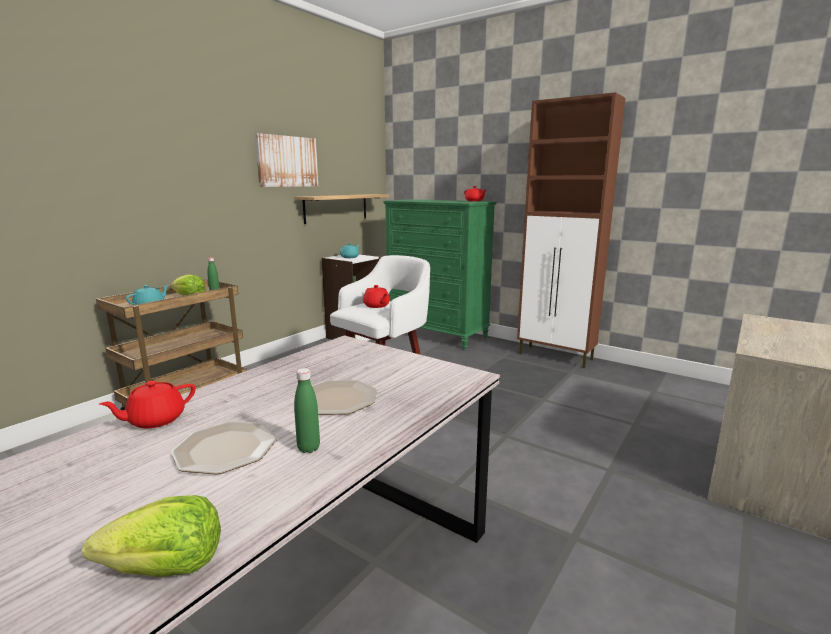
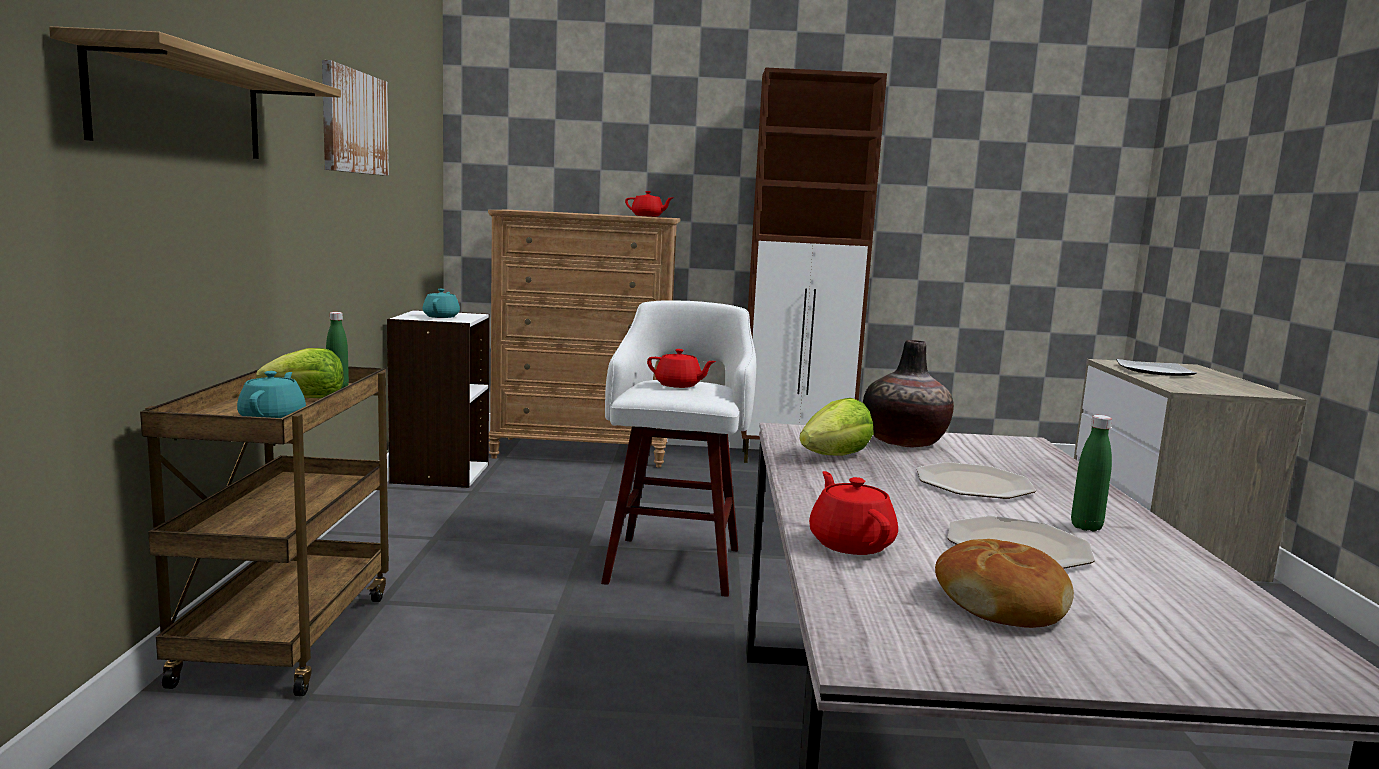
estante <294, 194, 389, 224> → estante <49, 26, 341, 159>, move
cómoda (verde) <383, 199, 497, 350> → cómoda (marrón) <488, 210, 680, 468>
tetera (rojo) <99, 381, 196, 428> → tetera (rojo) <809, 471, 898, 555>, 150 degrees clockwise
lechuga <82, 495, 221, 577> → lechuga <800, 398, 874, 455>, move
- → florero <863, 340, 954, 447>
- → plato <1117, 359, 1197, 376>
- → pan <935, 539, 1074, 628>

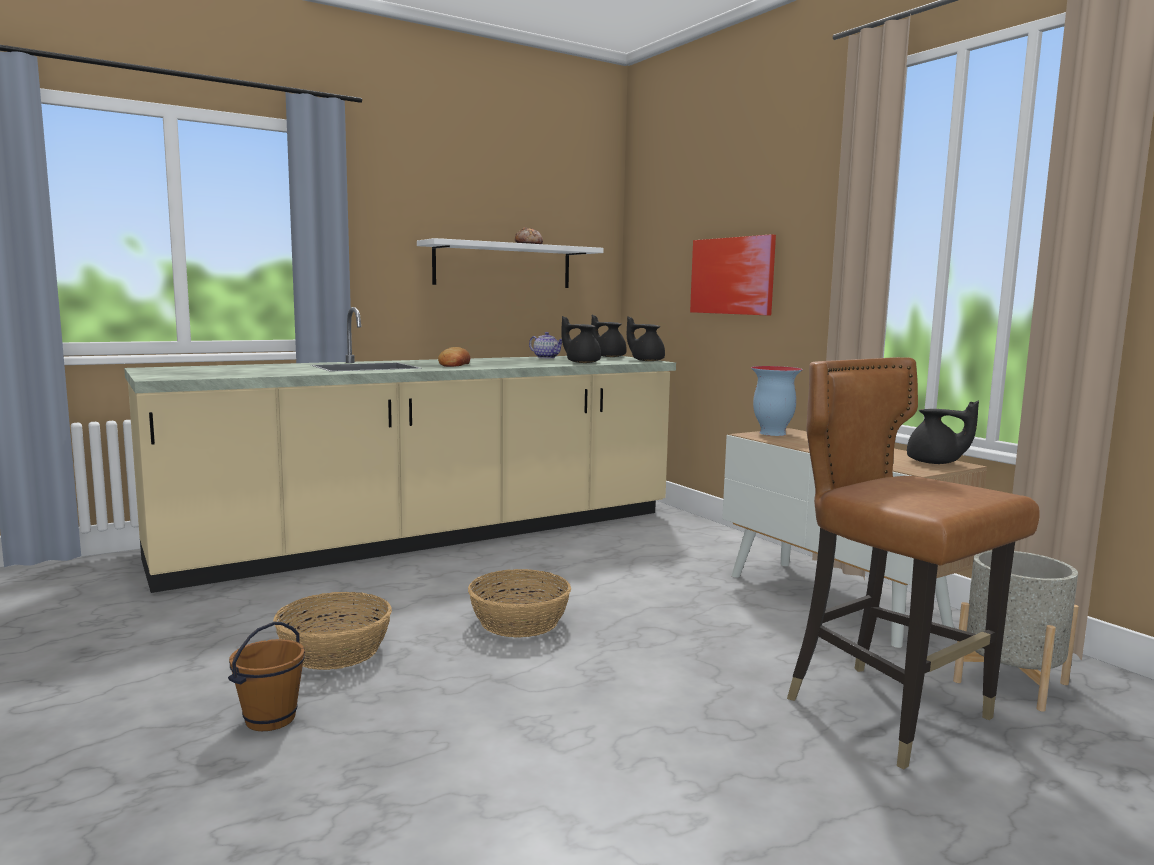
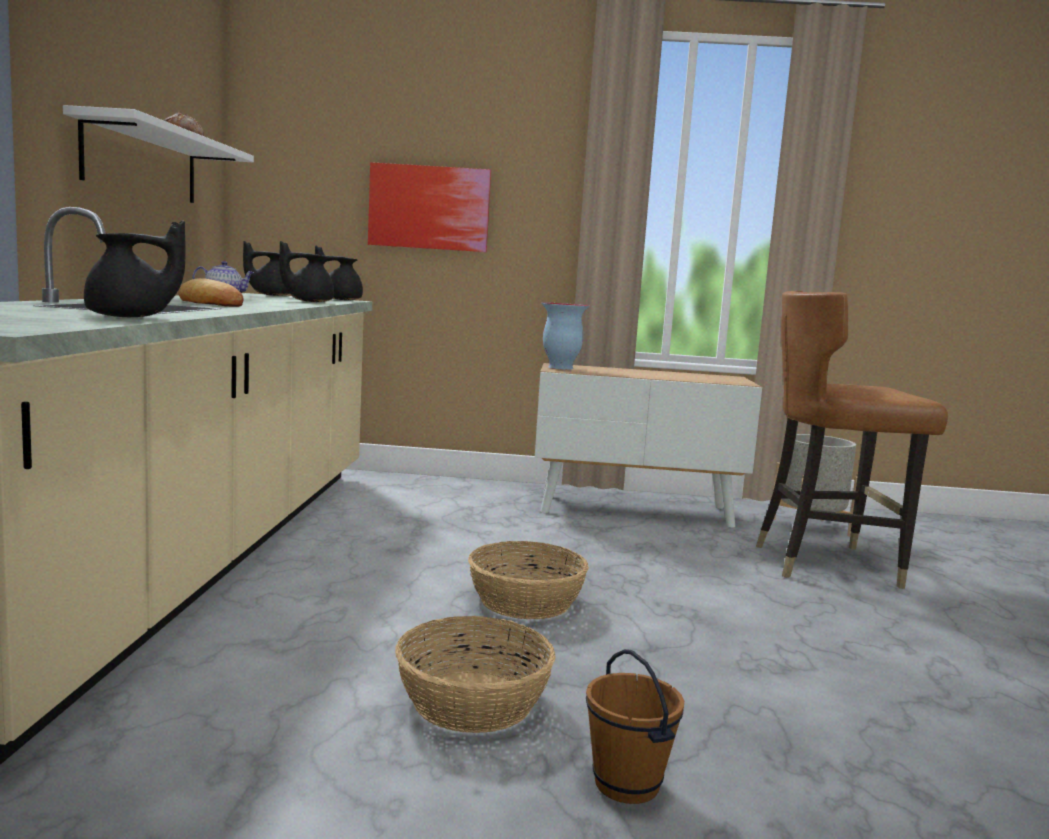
tetera (negro) <907, 401, 979, 464> → tetera (negro) <84, 220, 186, 317>, move

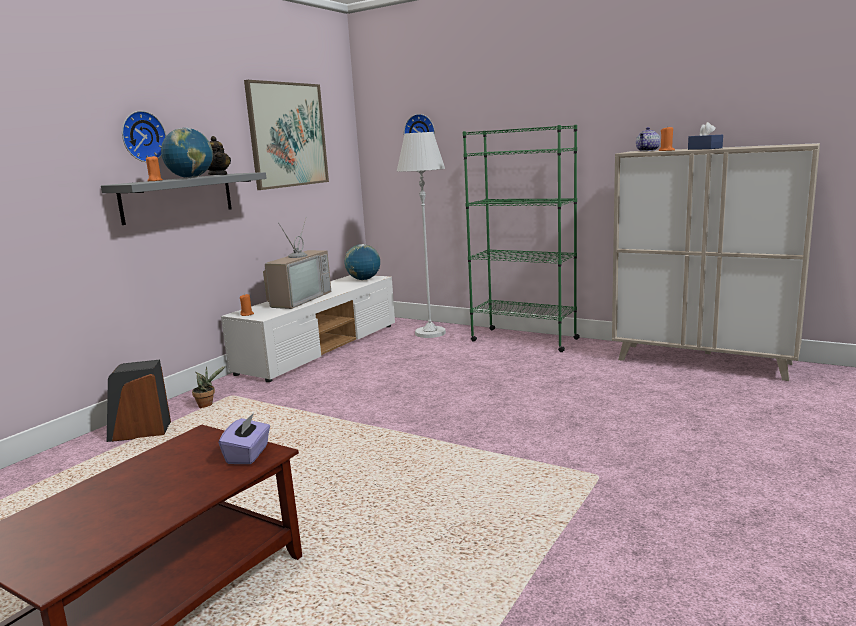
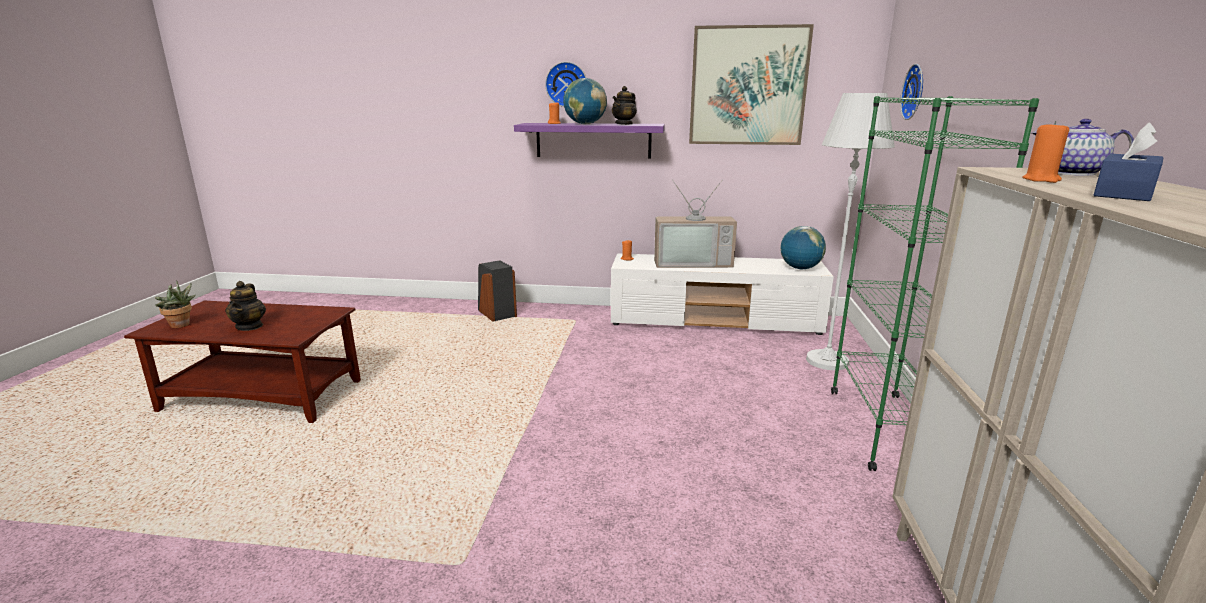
estante (gris) <101, 172, 267, 225> → estante (morado) <514, 123, 665, 158>
planta en maceta <192, 366, 226, 408> → planta en maceta <155, 280, 196, 328>, move
caja de pañuelos (morado) <219, 413, 270, 464> → -
- → tetera <225, 281, 266, 331>

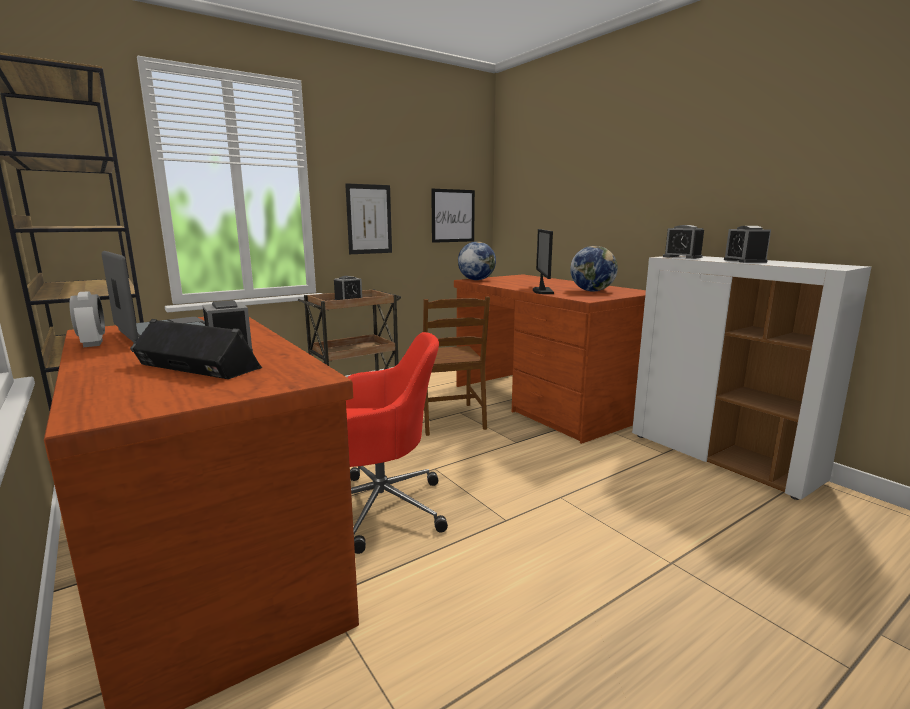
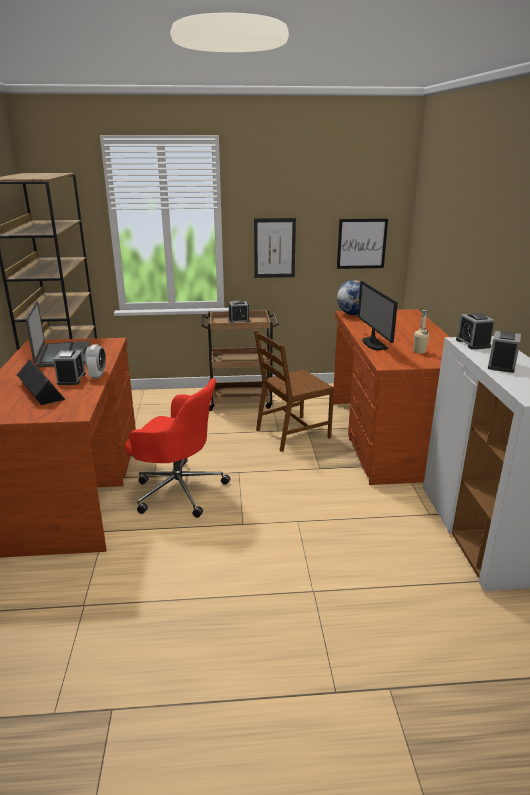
monitor <533, 229, 554, 294> → monitor <358, 281, 398, 350>, 45 degrees counterclockwise
globo terráqueo <570, 246, 618, 292> → botella (beis) <414, 310, 429, 354>
despertador <69, 291, 105, 347> → despertador <85, 345, 106, 379>, move
silla (marrón) <423, 297, 490, 436> → silla (marrón) <254, 330, 334, 452>, 45 degrees clockwise

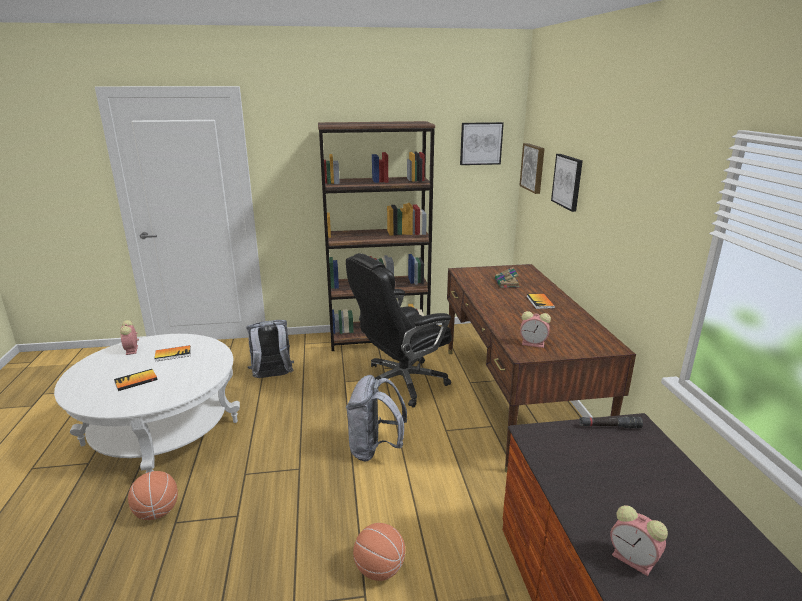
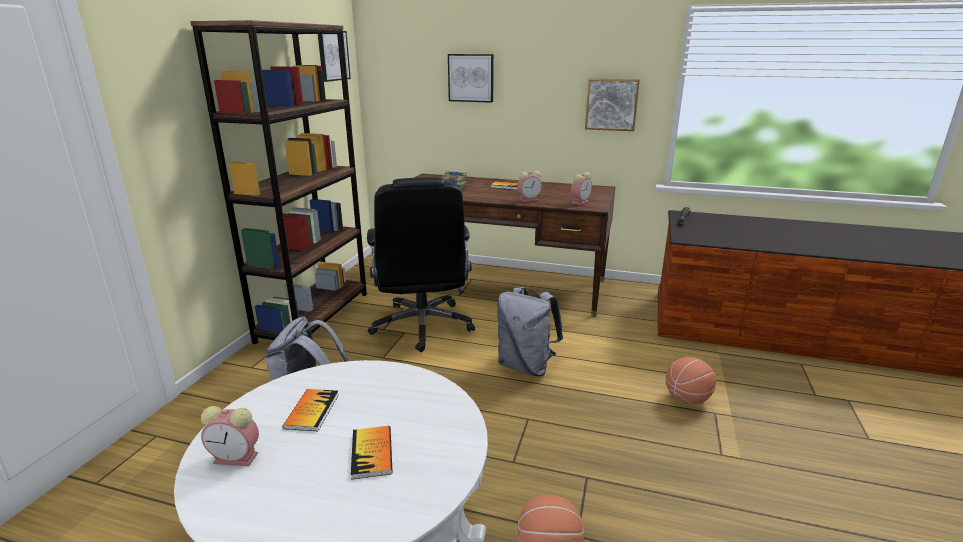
cuadro <519, 143, 545, 194> → cuadro <585, 79, 640, 131>, move
despertador <610, 505, 668, 576> → despertador <517, 171, 542, 202>, move

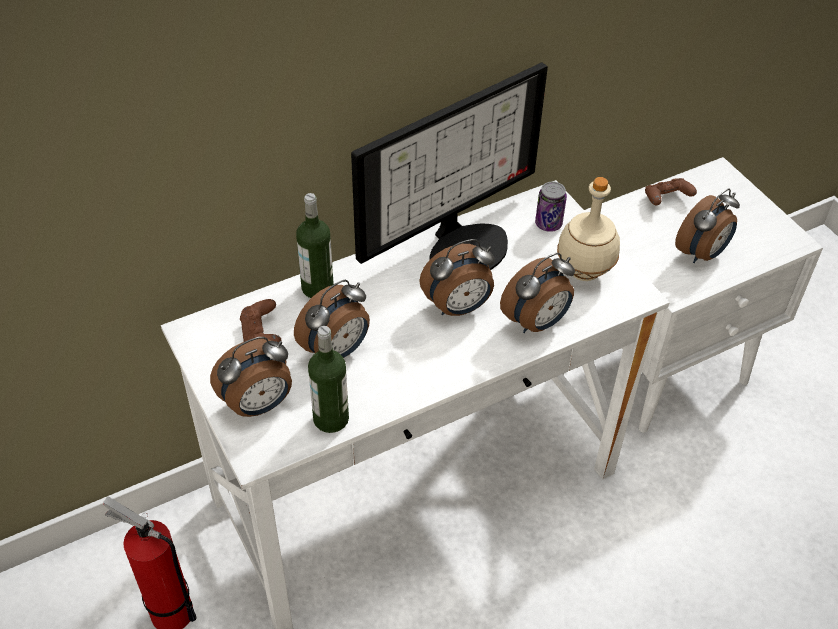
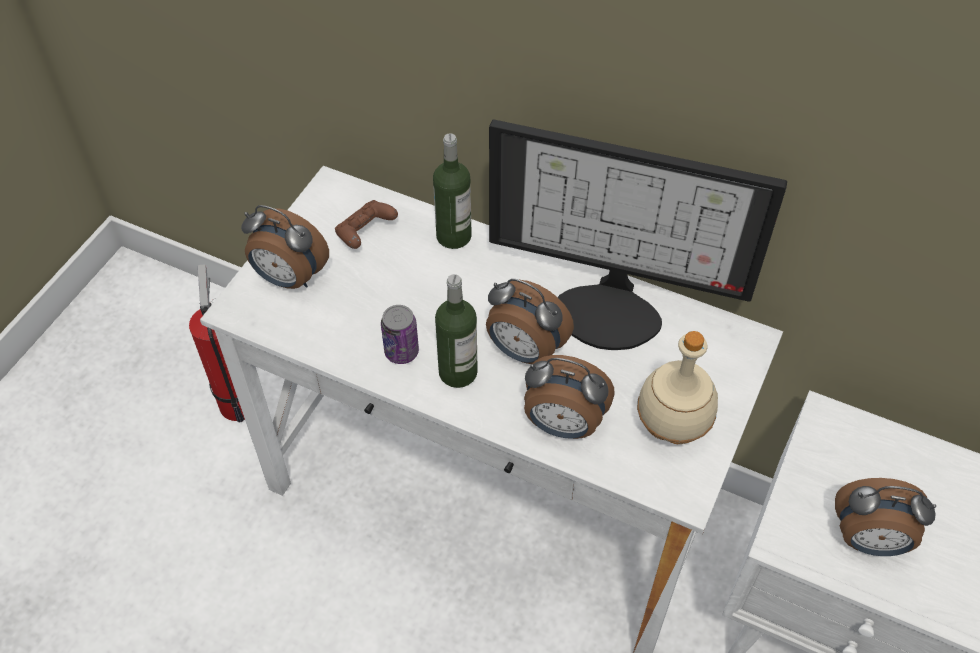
mando de consola (marrón) <645, 178, 697, 206> → -
lata <535, 181, 567, 232> → lata <381, 305, 419, 364>, move
despertador <294, 280, 370, 358> → -
botella <308, 326, 349, 433> → botella <435, 274, 478, 388>, move

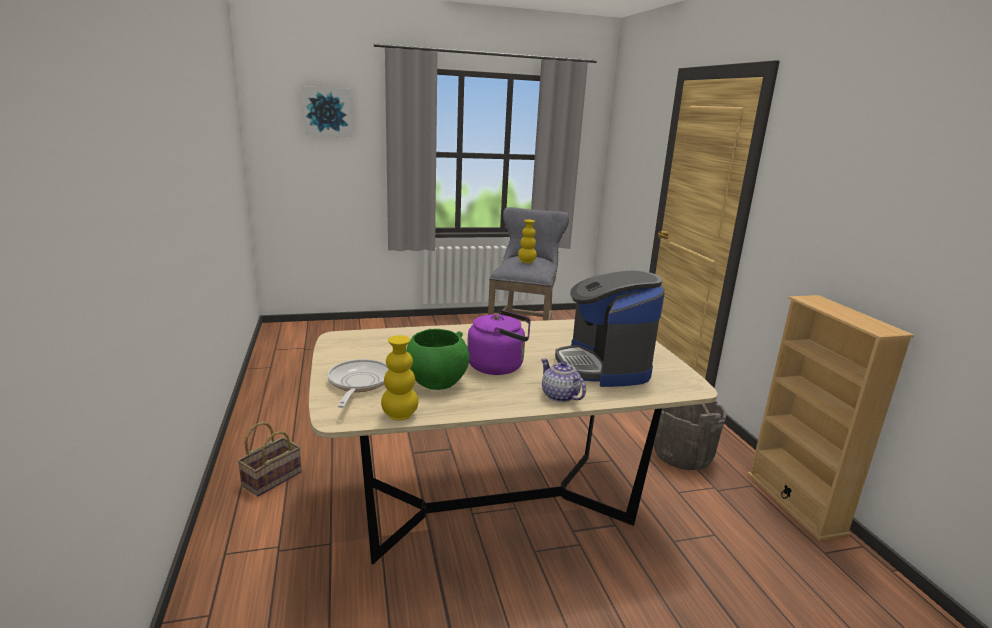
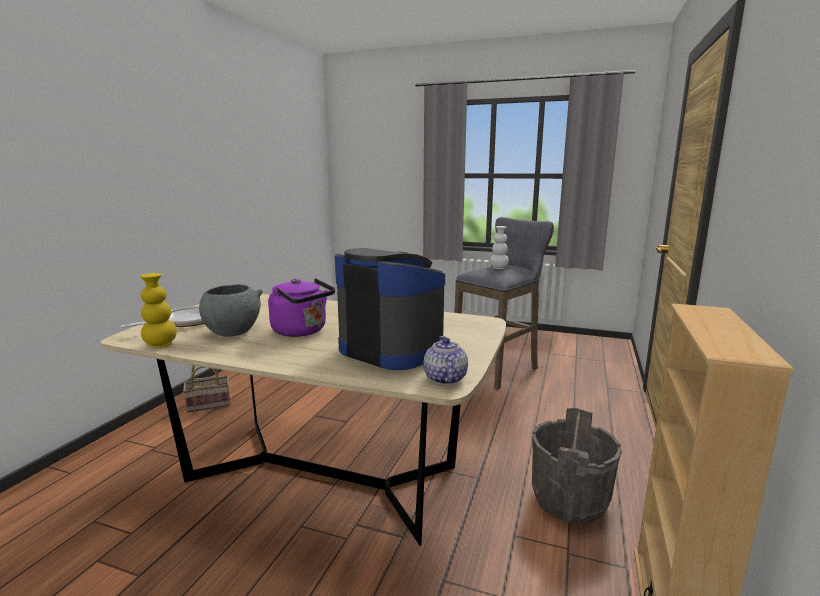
cuadro <302, 86, 352, 137> → -
florero (amarillo) <518, 220, 537, 263> → florero (blanco) <490, 226, 509, 269>
cafetera <555, 270, 665, 387> → cafetera <335, 248, 445, 370>, 105 degrees clockwise
cuenco (verde) <406, 329, 470, 390> → cuenco (gris) <199, 284, 263, 337>
tetera <541, 358, 586, 402> → tetera <423, 336, 468, 385>, move

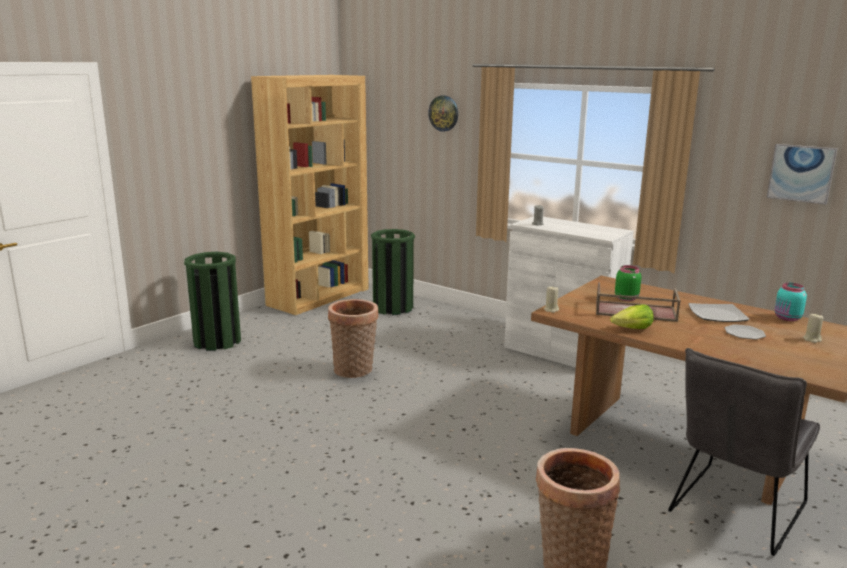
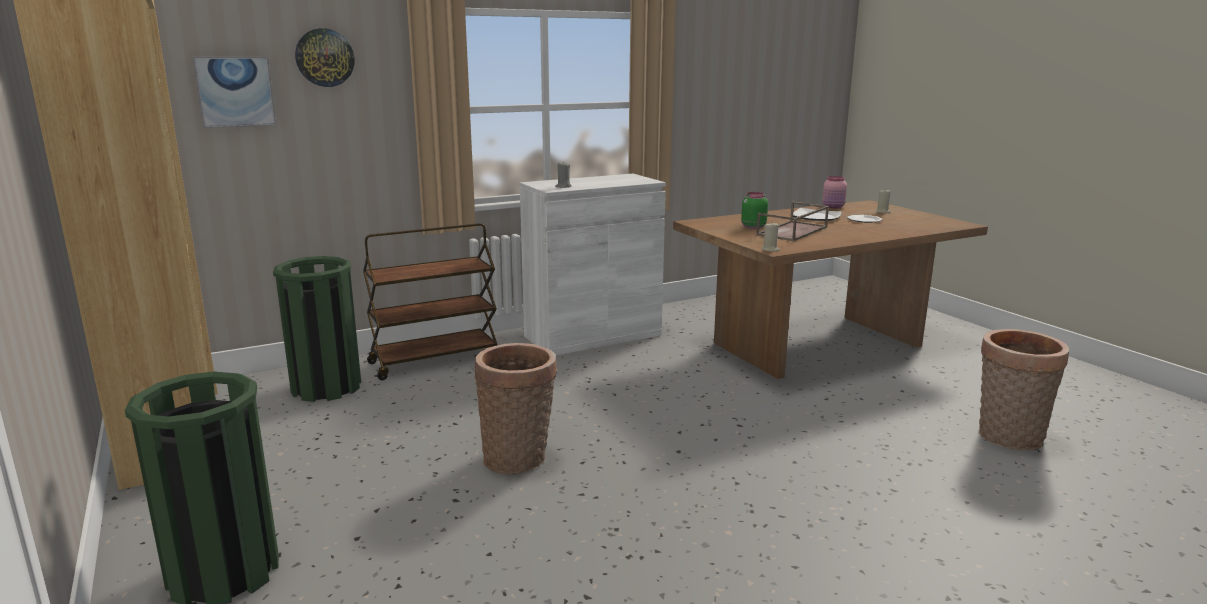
cuadro <767, 144, 837, 205> → cuadro <192, 57, 276, 128>, move
tarro (turquesa) <775, 283, 807, 321> → tarro (rosa) <822, 176, 847, 208>
lechuga <610, 304, 654, 329> → -
silla (gris) <668, 348, 820, 556> → -
- → carrito (marrón) <363, 223, 498, 380>

